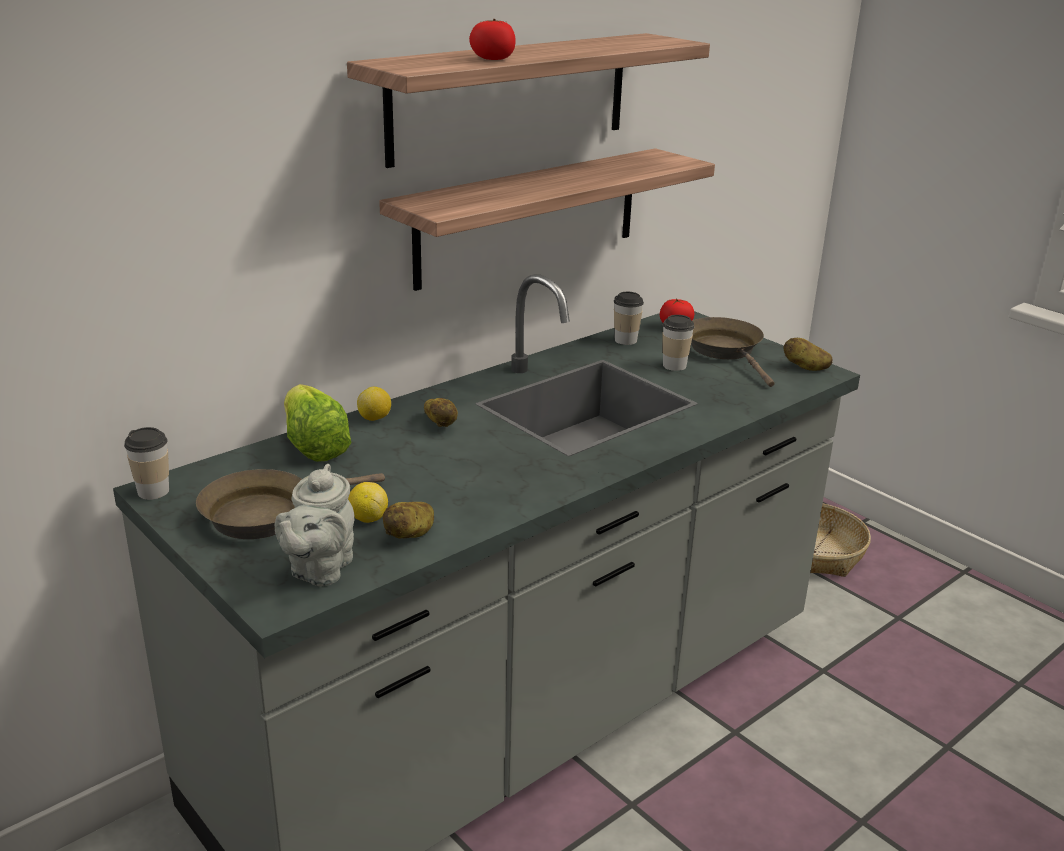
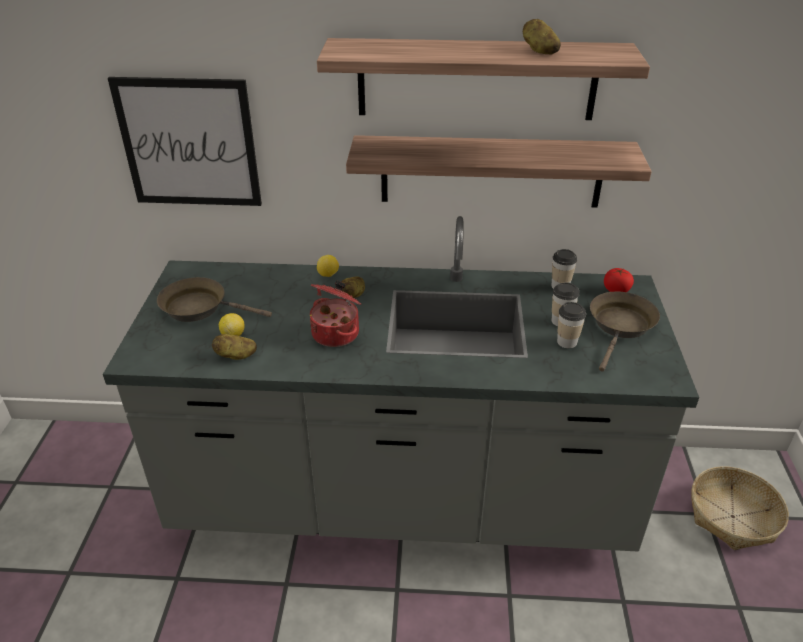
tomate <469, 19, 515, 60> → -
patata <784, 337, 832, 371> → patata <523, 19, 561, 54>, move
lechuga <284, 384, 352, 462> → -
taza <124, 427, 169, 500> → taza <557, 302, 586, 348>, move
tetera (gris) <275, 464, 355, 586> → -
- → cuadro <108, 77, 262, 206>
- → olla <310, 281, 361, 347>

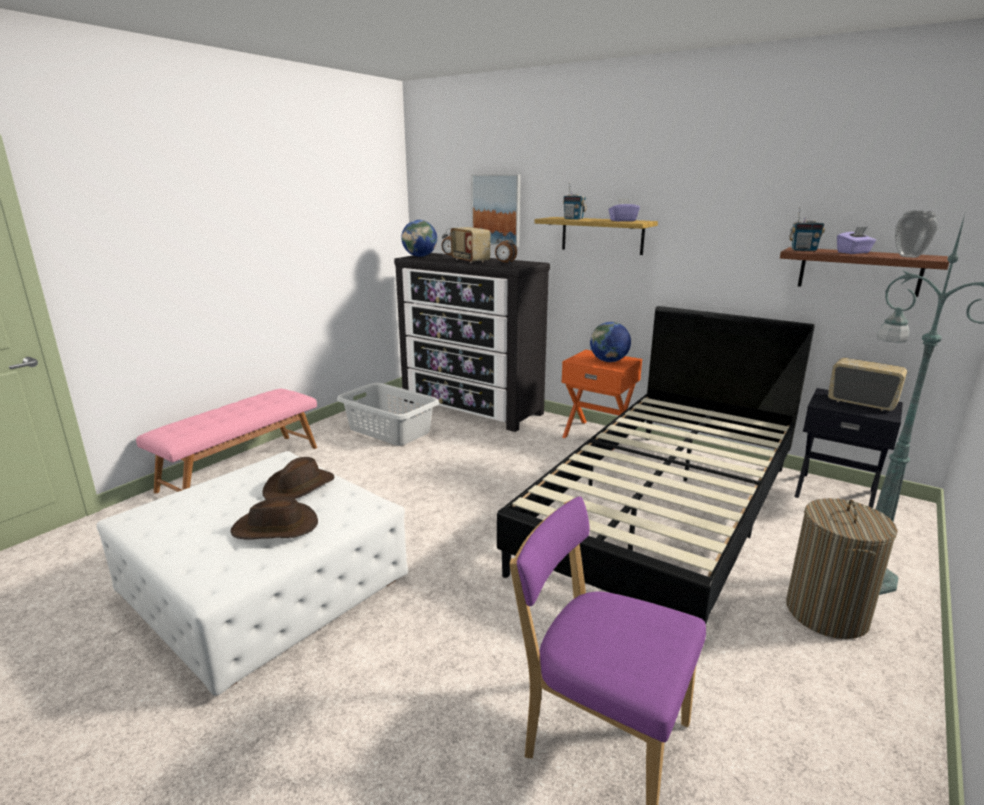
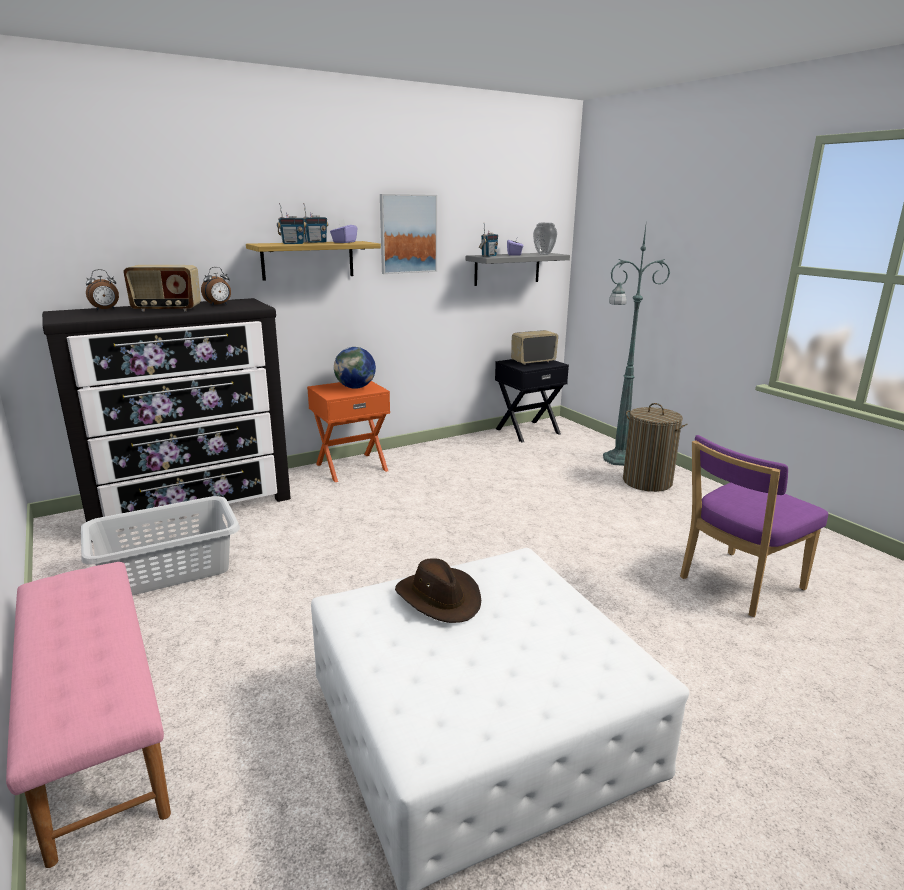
cuadro <471, 175, 521, 247> → cuadro <380, 194, 437, 274>, move
globo terráqueo <401, 220, 437, 257> → -
estante (marrón) <780, 247, 949, 297> → estante (gris) <466, 253, 570, 286>
cama (negro) <497, 306, 815, 624> → -
sombrero (marrón) <230, 496, 318, 540> → -
- → radio <303, 203, 328, 243>

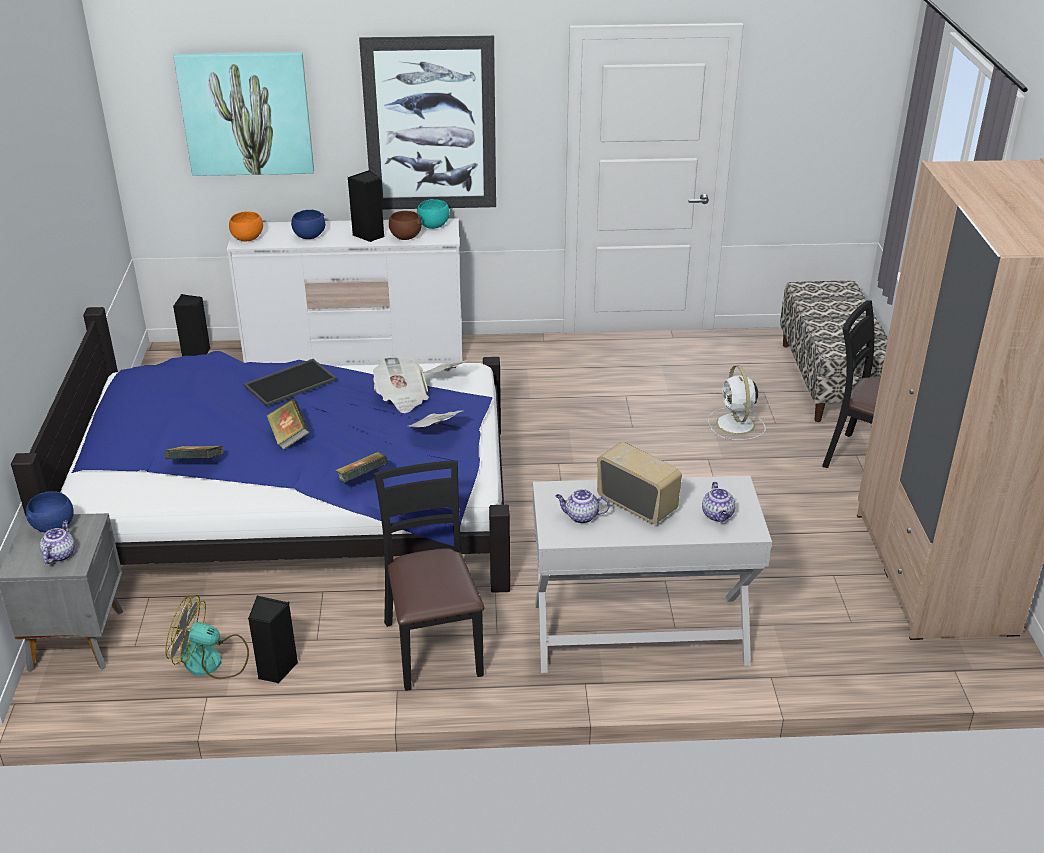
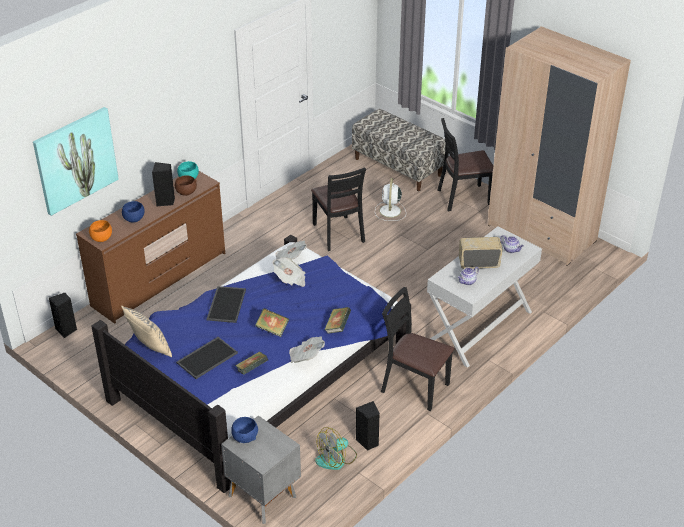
cuadro <359, 35, 496, 210> → -
cómoda (blanco) <227, 218, 462, 366> → cómoda (marrón) <76, 171, 225, 324>
ventilador (blanco) <708, 365, 765, 440> → ventilador (blanco) <375, 178, 406, 221>, 60 degrees clockwise
periódico <408, 410, 463, 427> → periódico <289, 336, 325, 363>, move
tetera <40, 520, 75, 564> → -
- → silla (negro) <311, 167, 366, 251>
- → cojín (beis) <121, 305, 172, 357>
- → bandeja <176, 337, 238, 379>

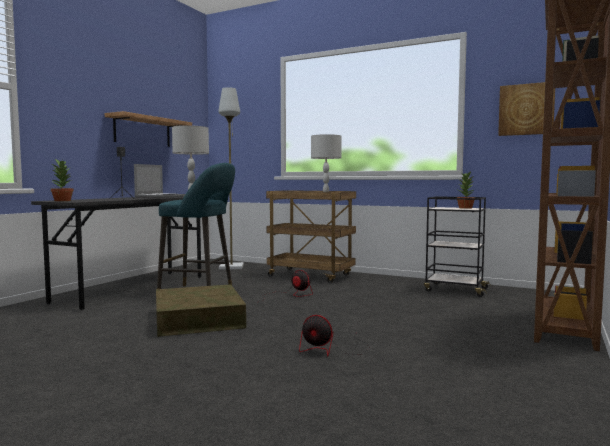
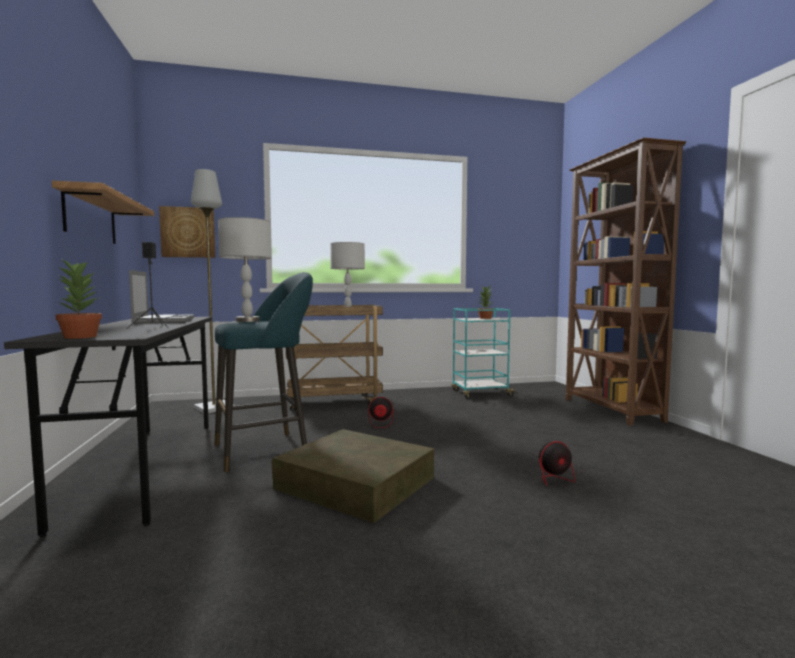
cuadro <498, 82, 555, 136> → cuadro <159, 206, 216, 258>, move
carrito (negro) <424, 196, 491, 297> → carrito (turquesa) <451, 308, 516, 399>

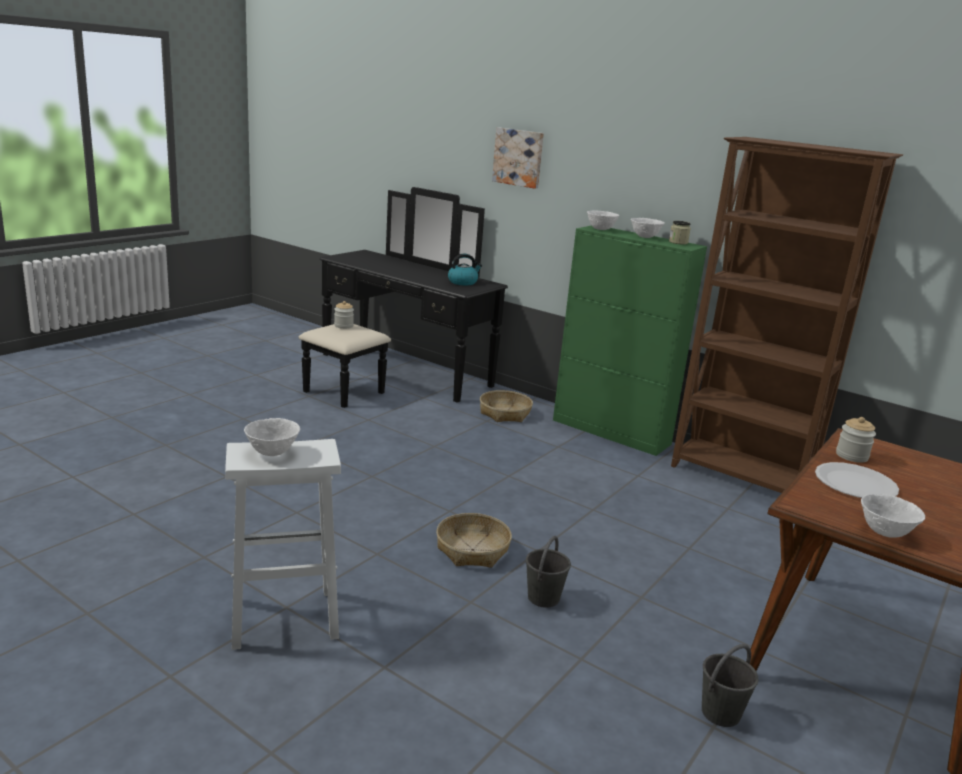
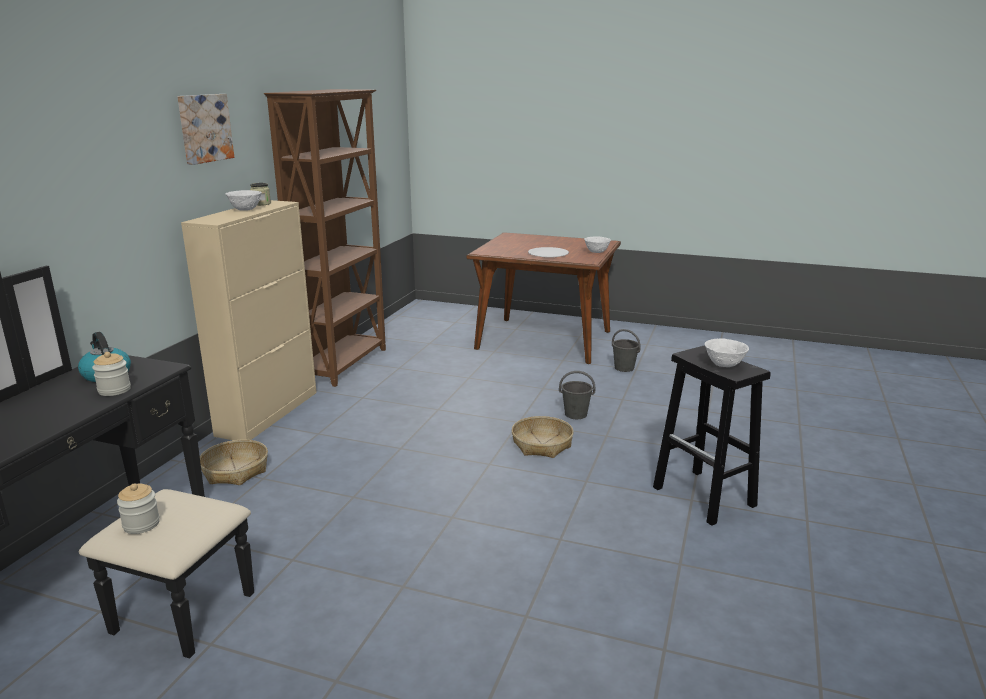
cuadro <492, 128, 544, 189> → cuadro <177, 94, 234, 165>, move
cuenco (blanco) <587, 211, 619, 230> → -
armario (verde) <553, 225, 707, 456> → armario (beis) <181, 200, 317, 440>
tarro <836, 417, 876, 463> → tarro <92, 352, 131, 396>, move
taburete (blanco) <225, 439, 341, 650> → taburete (negro) <653, 346, 771, 526>

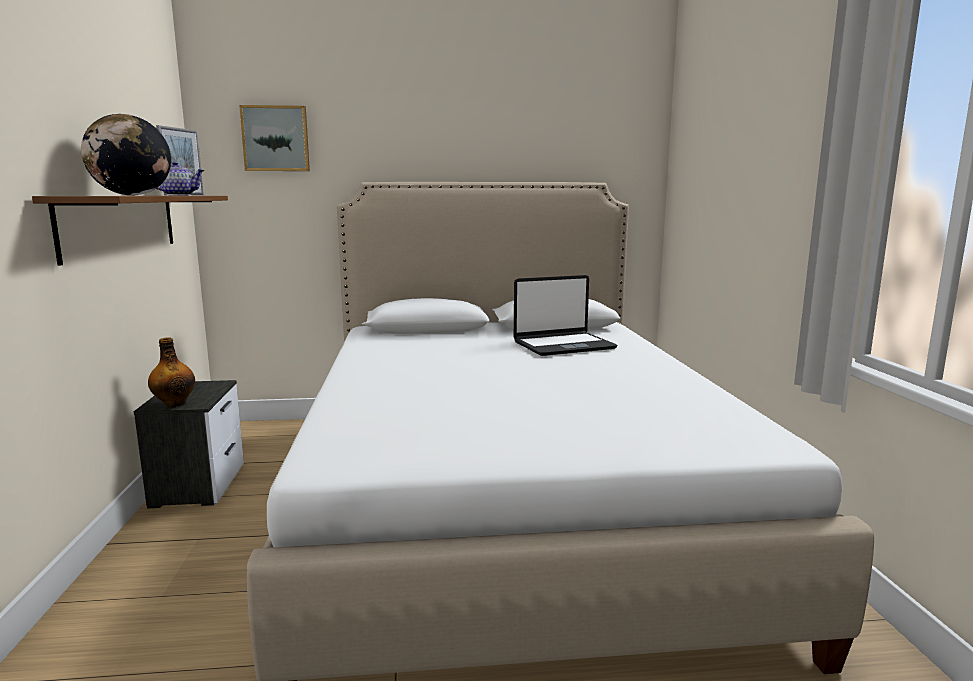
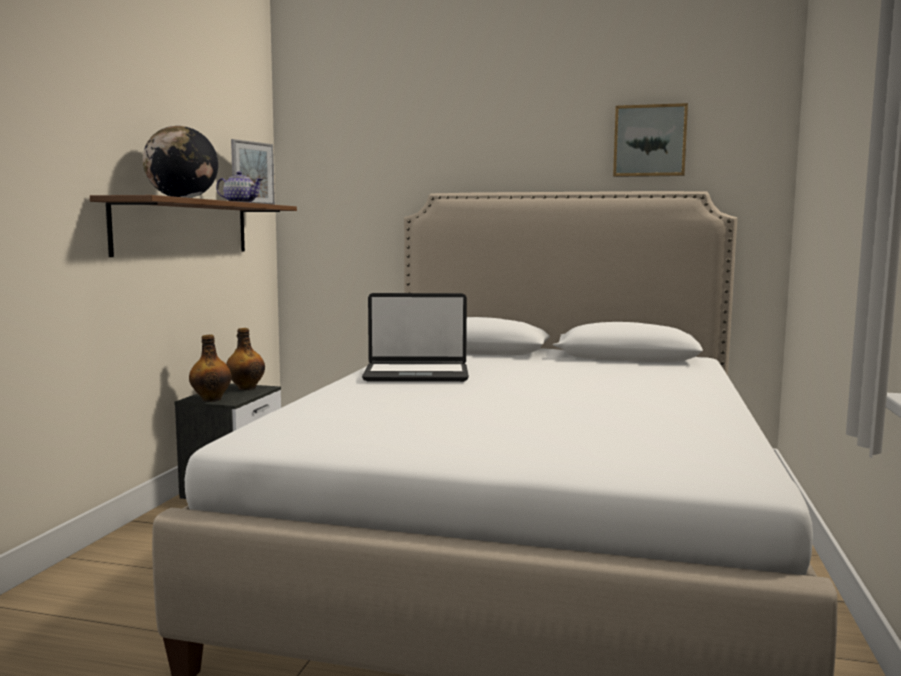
cuadro <239, 105, 310, 171> → cuadro <613, 103, 688, 177>, move
portátil <514, 275, 618, 356> → portátil <362, 293, 469, 382>, move
- → botella <226, 328, 265, 390>

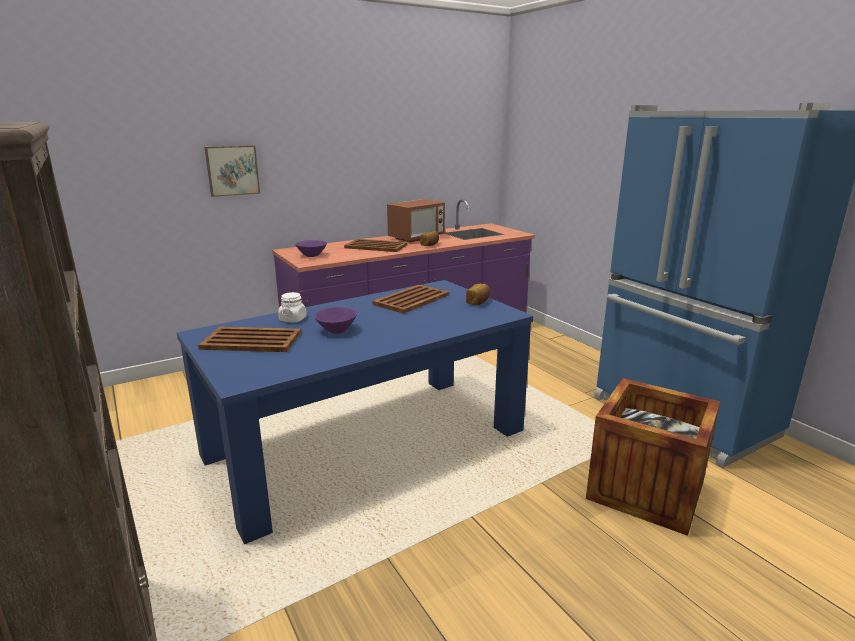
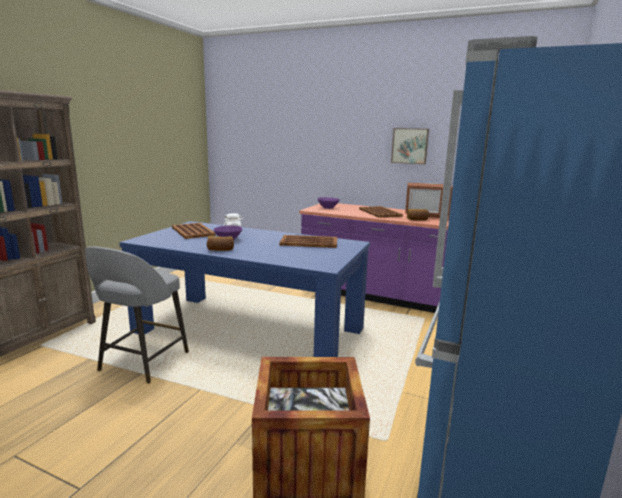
cuadro <205, 145, 260, 197> → cuadro <391, 128, 429, 164>, move
pan <466, 284, 490, 305> → pan <207, 236, 234, 251>, move
- → taburete (gris) <85, 246, 189, 384>

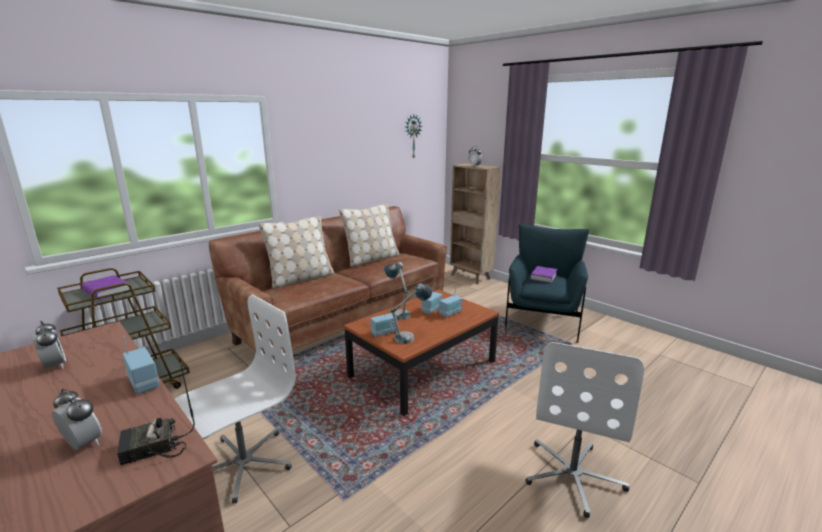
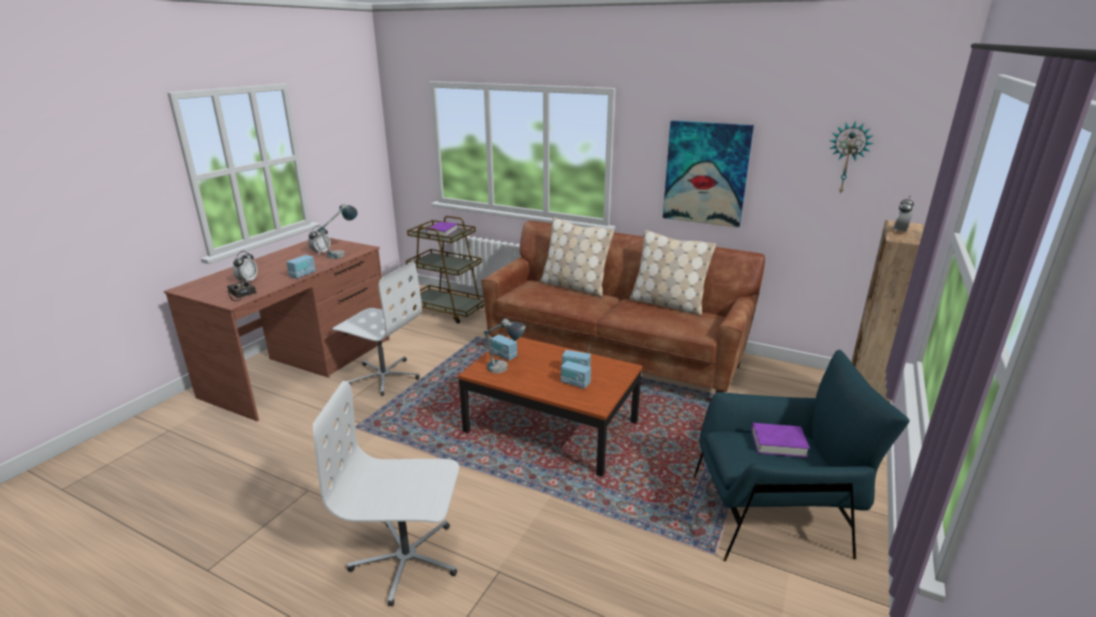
lámpara de mesa <384, 262, 410, 320> → lámpara de mesa <318, 204, 358, 259>, move
- → cuadro <663, 120, 754, 228>

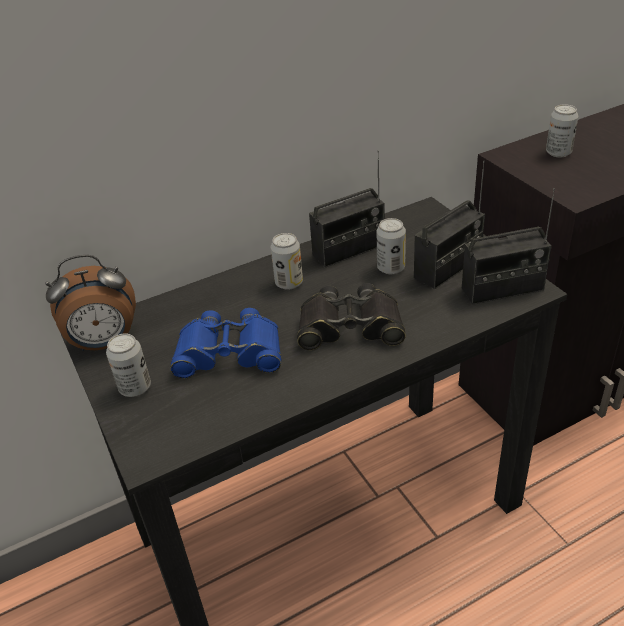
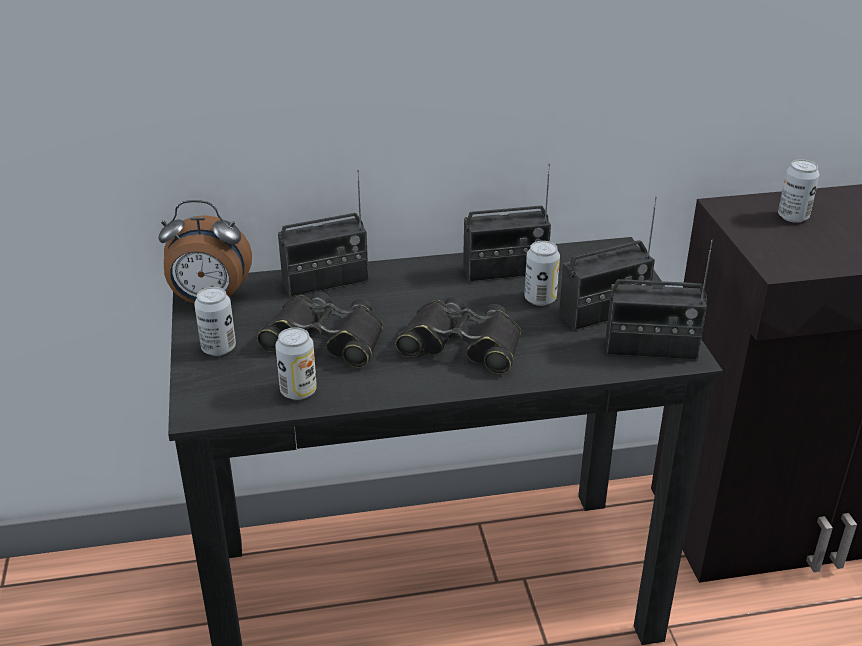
lata <270, 233, 303, 290> → lata <275, 327, 317, 400>, move
prismáticos (azul) <170, 308, 282, 378> → prismáticos (negro) <257, 292, 384, 368>
- → radio <278, 170, 369, 297>

